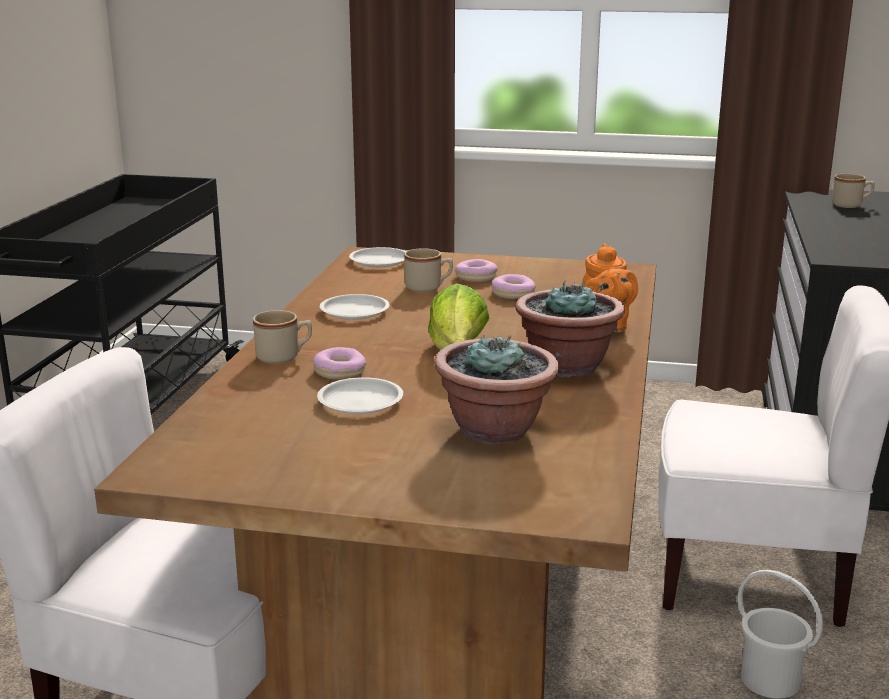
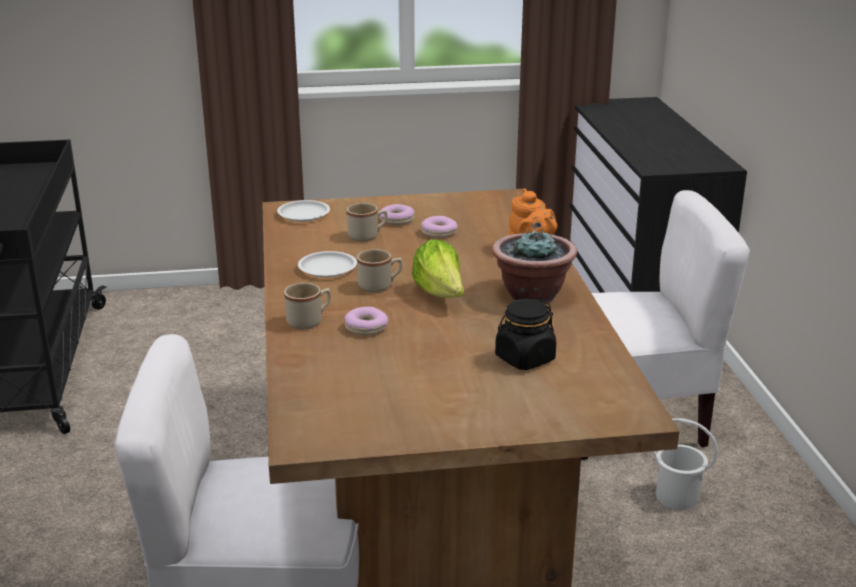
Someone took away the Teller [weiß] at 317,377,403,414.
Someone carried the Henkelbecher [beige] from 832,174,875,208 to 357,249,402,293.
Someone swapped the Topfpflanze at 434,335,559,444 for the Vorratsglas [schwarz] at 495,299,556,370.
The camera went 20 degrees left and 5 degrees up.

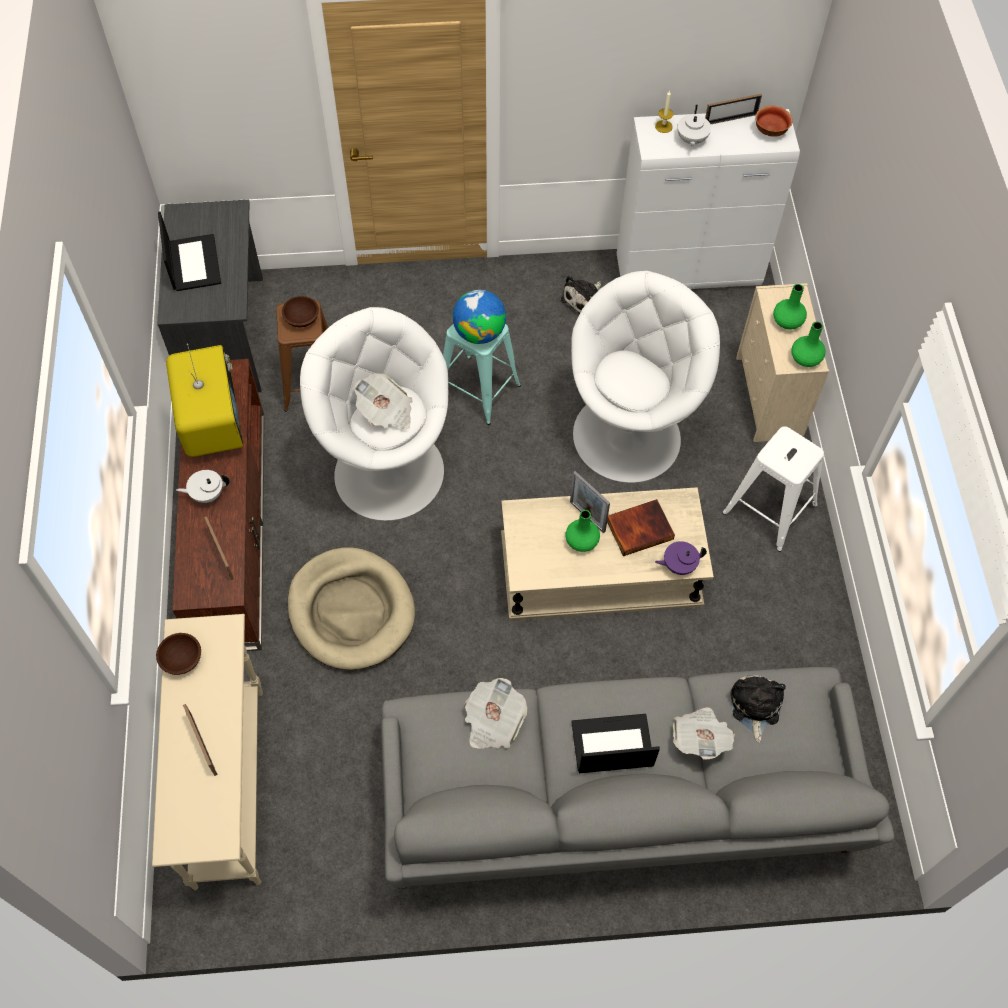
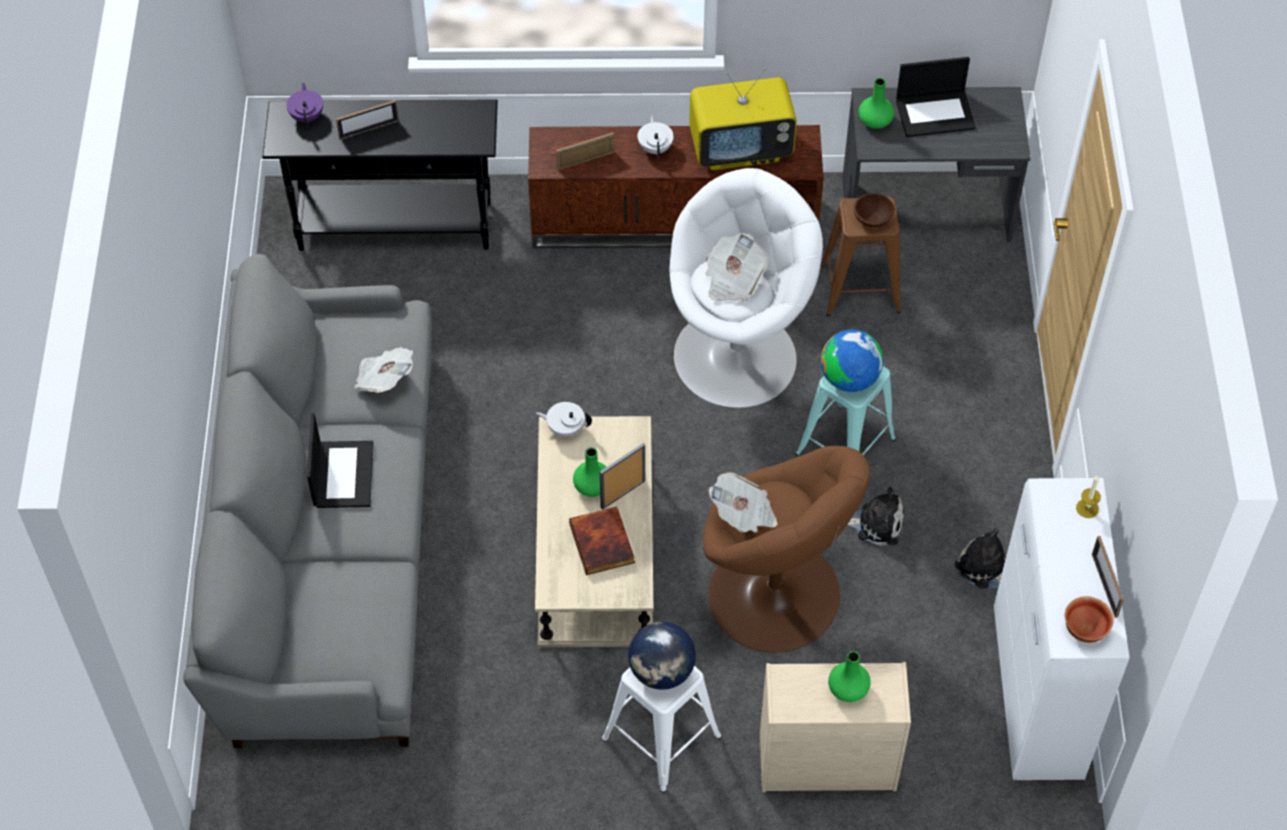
Someone took away the Schüssel [braun] at 156,633,201,675.
Someone took away the Hundebett [beige] at 288,547,415,670.
Someone put down the Globus at 628,622,696,690.
Someone carried the Teekanne [lila] from 655,541,707,575 to 286,83,323,125.
Someone carried the Zeitung from 673,707,735,760 to 709,472,778,533.
Someone carried the Teekanne [weiß] from 677,105,711,146 to 536,402,592,437.
Someone carried the Plüschtier from 730,675,786,743 to 847,487,904,546.
Someone carried the Vase [grün] from 791,322,826,367 to 859,78,894,129.
Someone repainted the Konsolentisch [beige] at 152,614,263,890, which became the Konsolentisch [schwarz] at 262,99,498,251.
Someone repainted the Sessel [weiß] at 571,271,720,483, which became the Sessel [braun] at 703,446,870,653.
The camera went 95 degrees right and 5 degrees down.

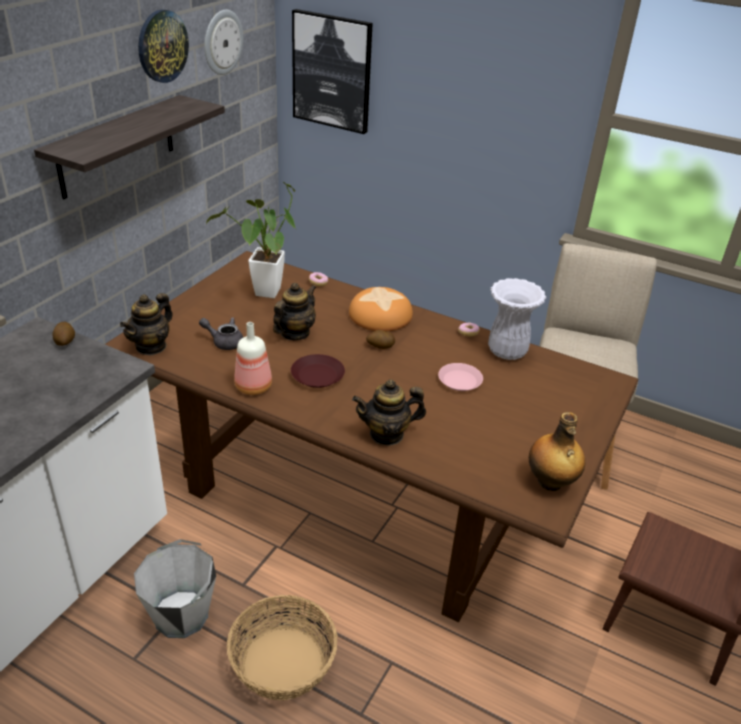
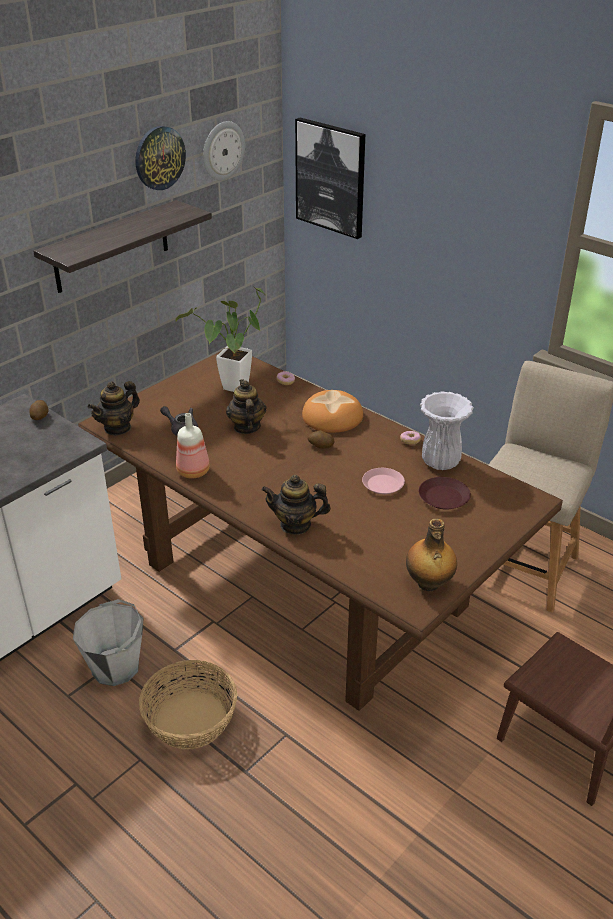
Someone carried the Teller [braun] from 291,354,345,388 to 419,477,471,510.
Someone rotated the Teekanne at 273,283,316,340 by 60 degrees counterclockwise.
The camera went 15 degrees right and 0 degrees up.

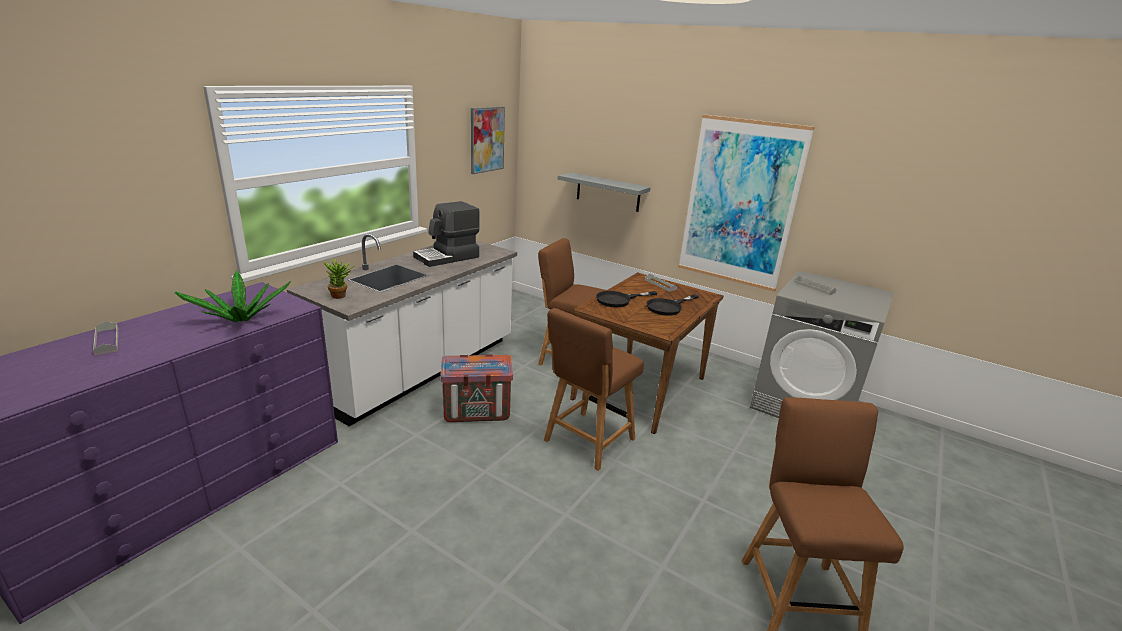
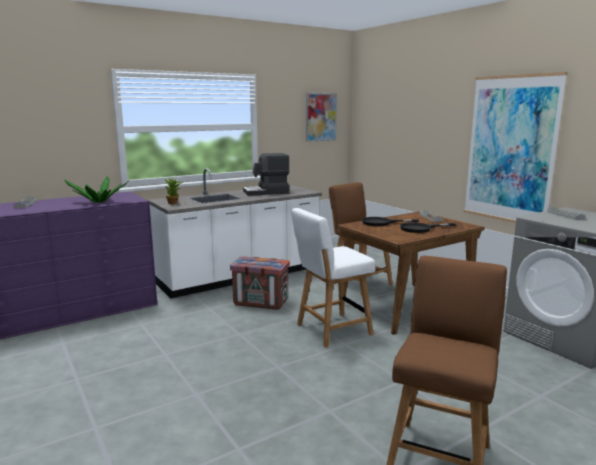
Someone took away the Wandregal [grau] at 558,172,651,212.
Someone repainted the Stuhl [braun] at 544,308,644,471, which became the Stuhl [weiß] at 291,208,375,348.
The camera went 25 degrees right and 10 degrees down.

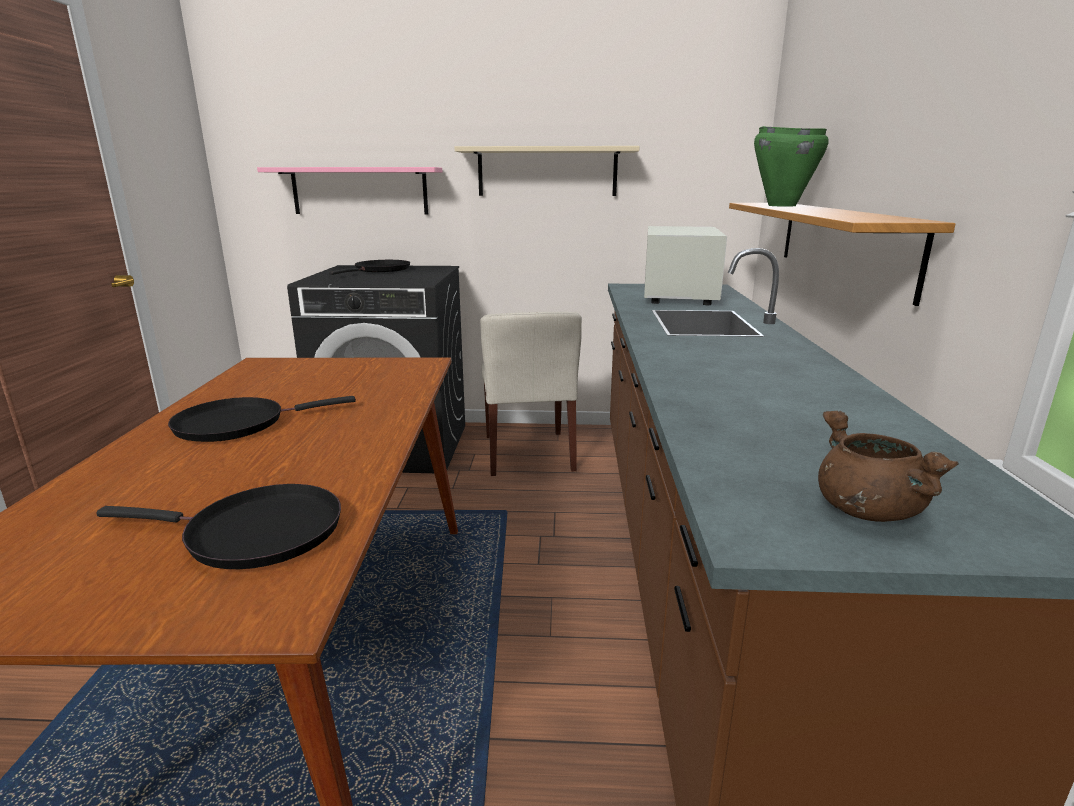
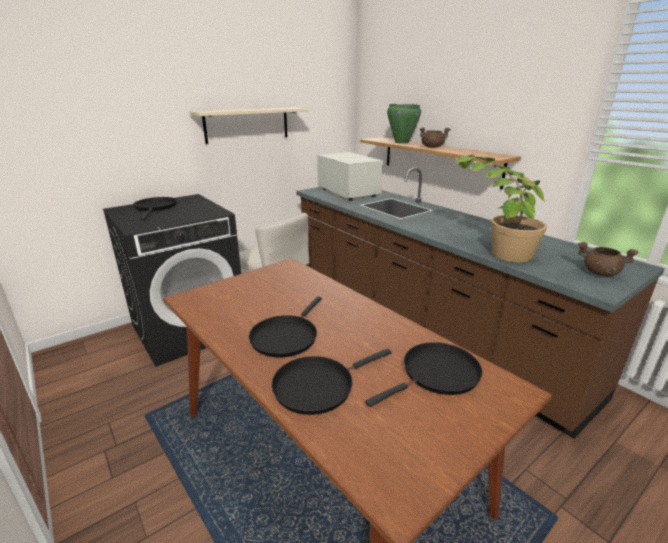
Someone took away the Wandregal [rosa] at 257,167,442,214.
Someone put down the Pfanne [schwarz] at 272,349,392,415.
Someone put down the Kochtopf [braun] at 420,127,451,148.
Someone put down the Topfpflanze at 454,155,547,263.
The camera went 40 degrees left and 5 degrees up.

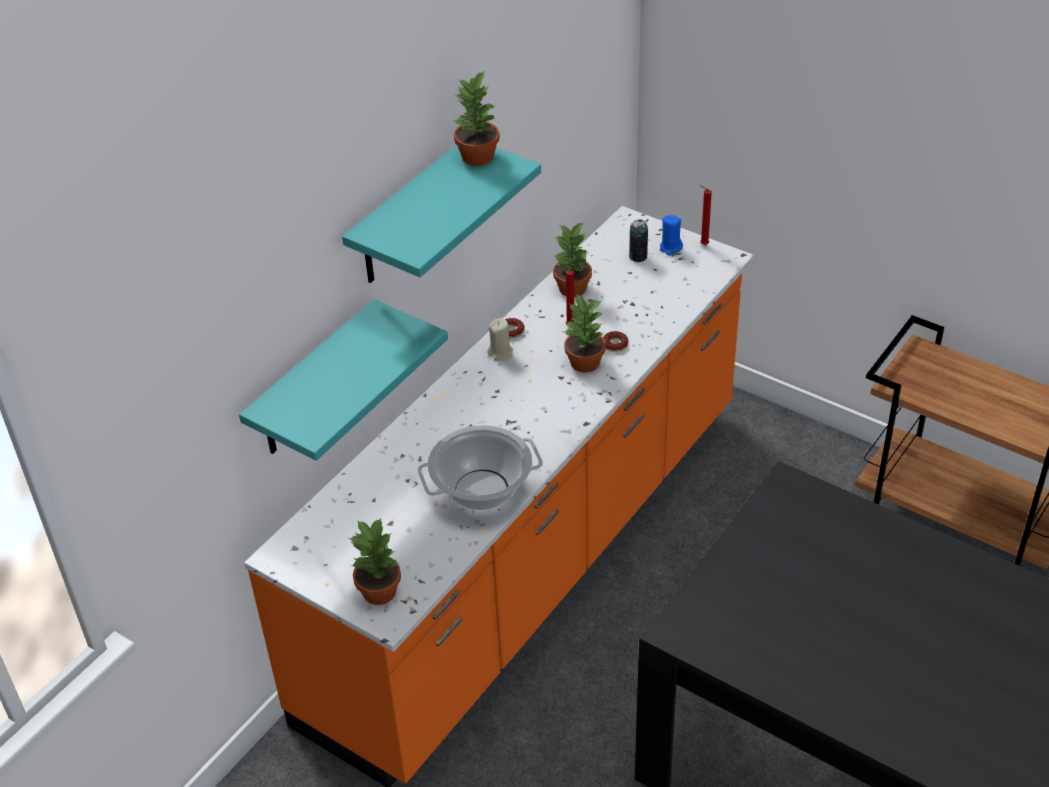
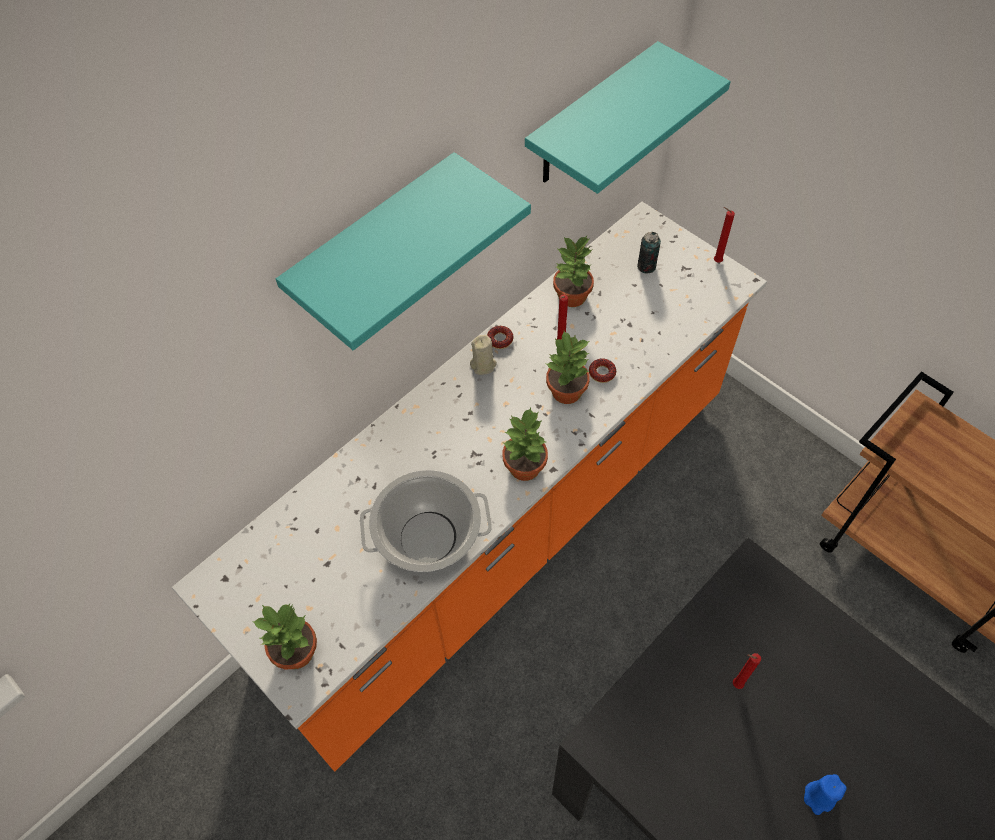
Someone put down the Kerze [rot] at 733,653,761,689.
Someone carried the Wandregal [türkis] from 239,299,448,461 to 525,41,731,194.
Someone carried the Topfpflanze from 453,70,500,166 to 502,408,548,481.
Someone carried the Kerze [blau] from 660,215,683,255 to 804,774,847,815.
The camera went 10 degrees right and 15 degrees up.

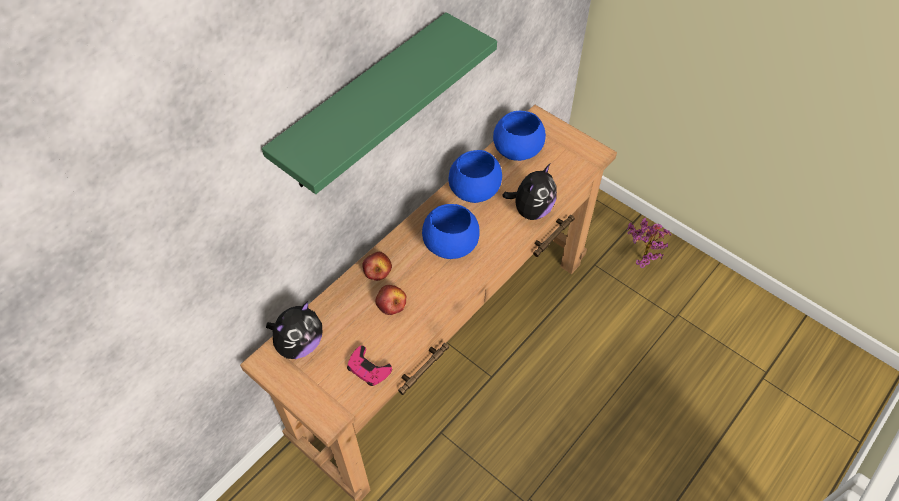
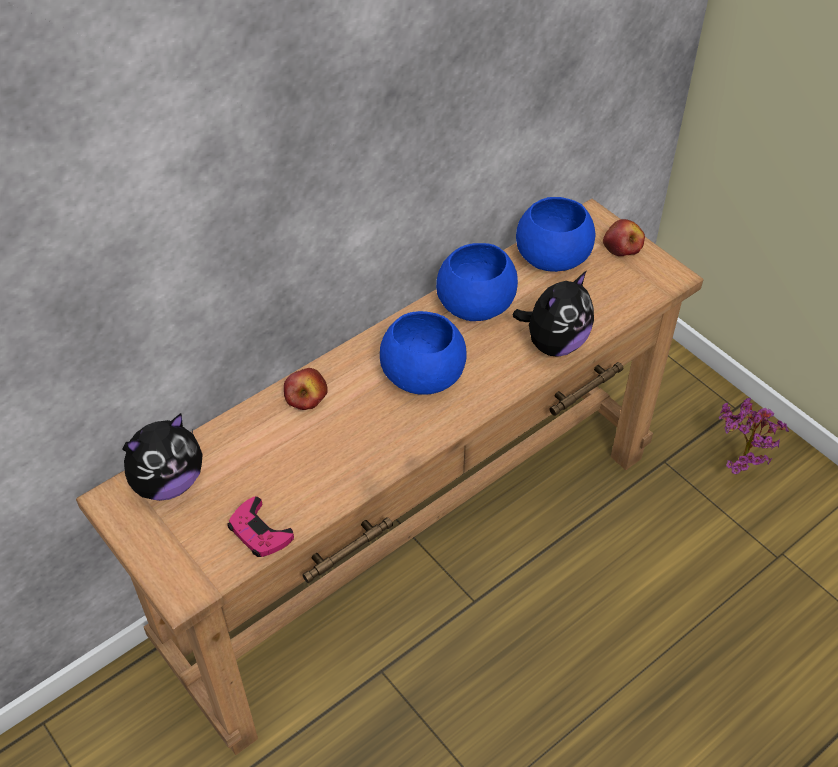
Someone took away the Wandregal [grün] at 262,12,497,194.
Someone carried the Apfel from 375,285,406,315 to 603,219,645,256.
The camera went 10 degrees right and 5 degrees down.

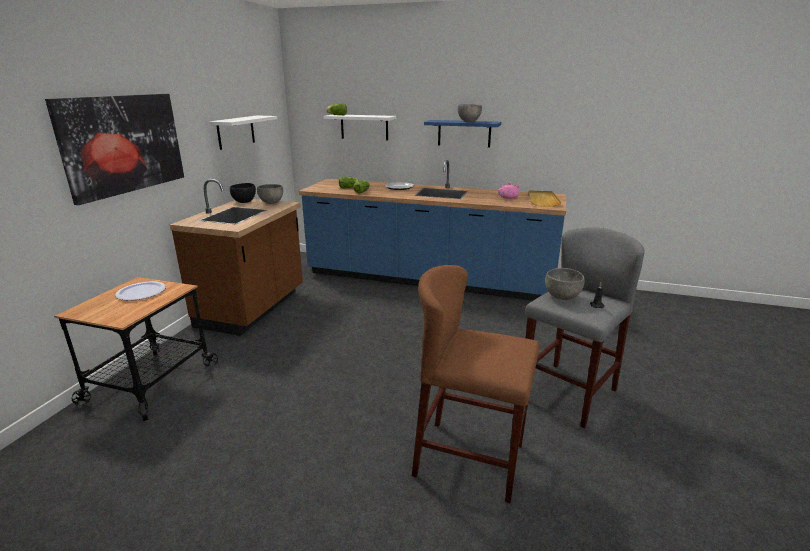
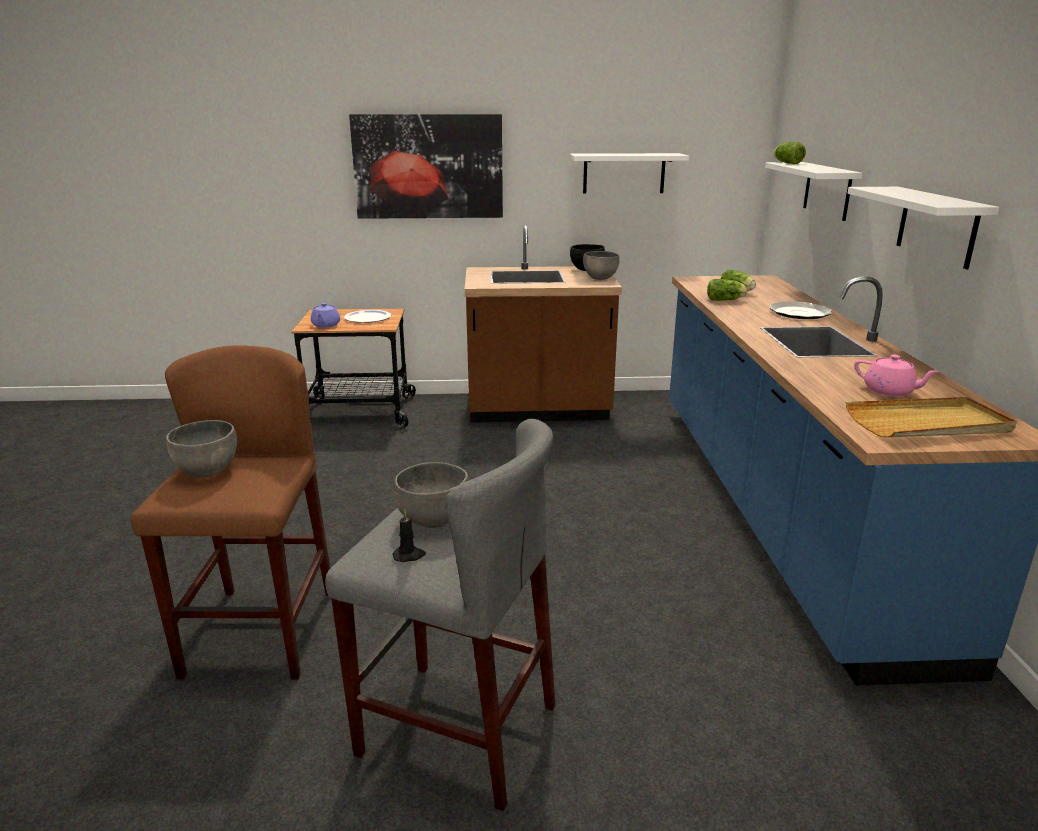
Someone put down the Teekanne [lila] at 311,303,340,328.
Someone carried the Schüssel [grau] from 458,104,482,122 to 166,420,237,477.
Someone repainted the Wandregal [blau] at 424,120,501,148, which became the Wandregal [weiß] at 848,187,999,269.
The camera went 70 degrees right and 0 degrees up.

